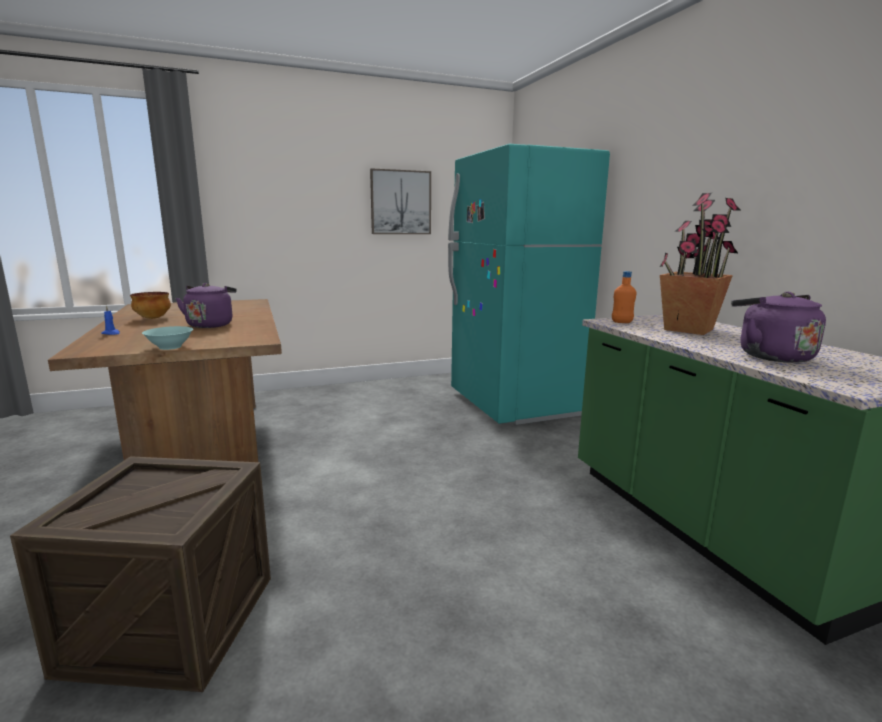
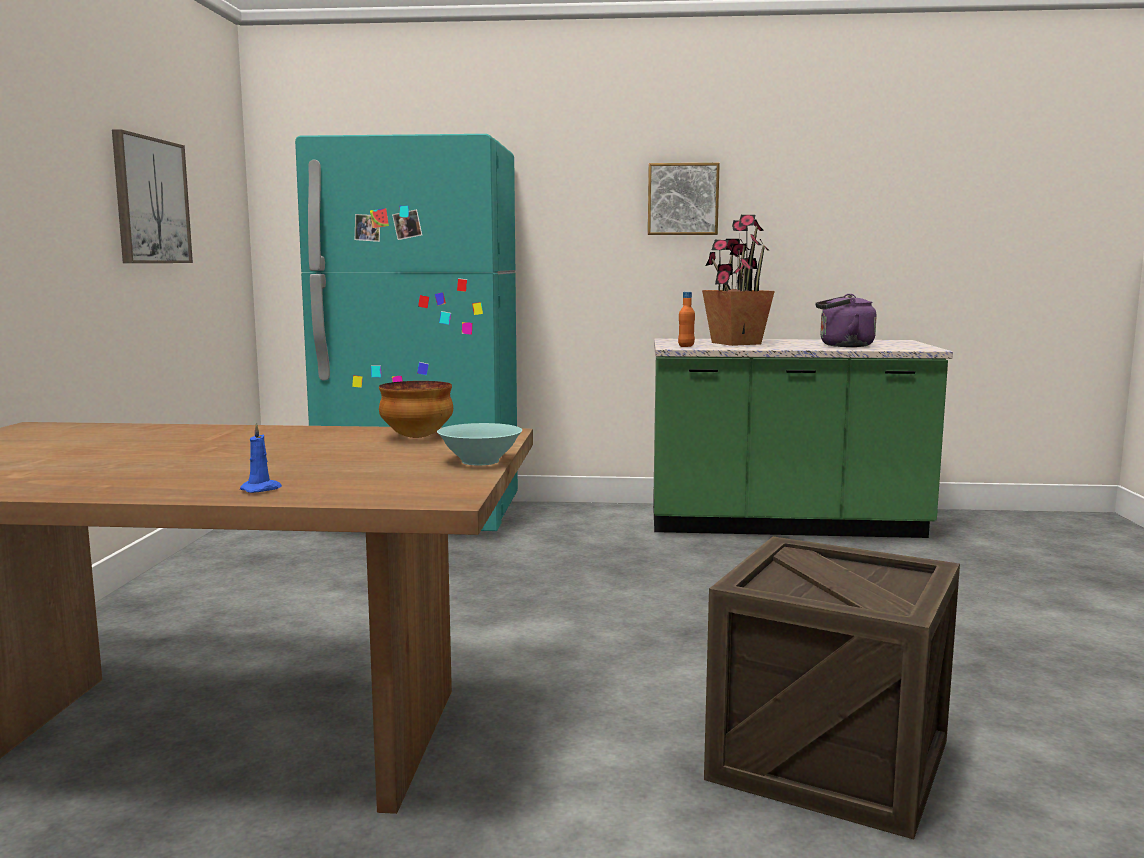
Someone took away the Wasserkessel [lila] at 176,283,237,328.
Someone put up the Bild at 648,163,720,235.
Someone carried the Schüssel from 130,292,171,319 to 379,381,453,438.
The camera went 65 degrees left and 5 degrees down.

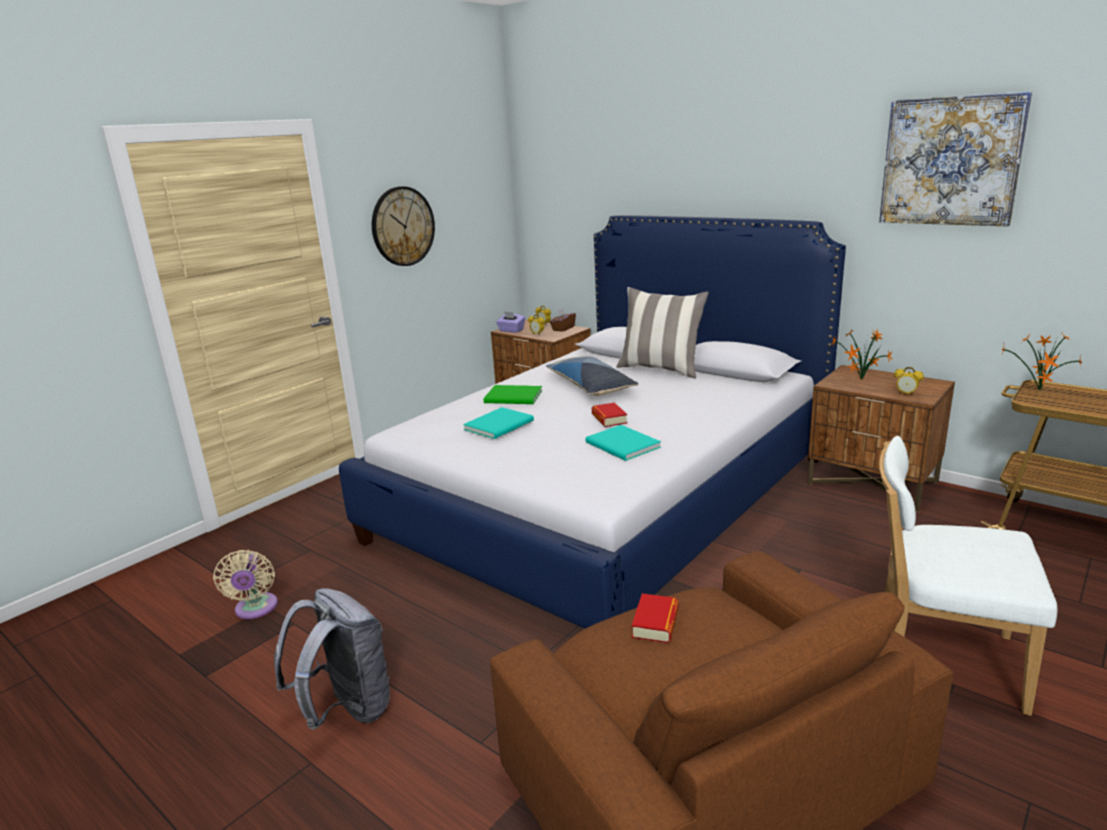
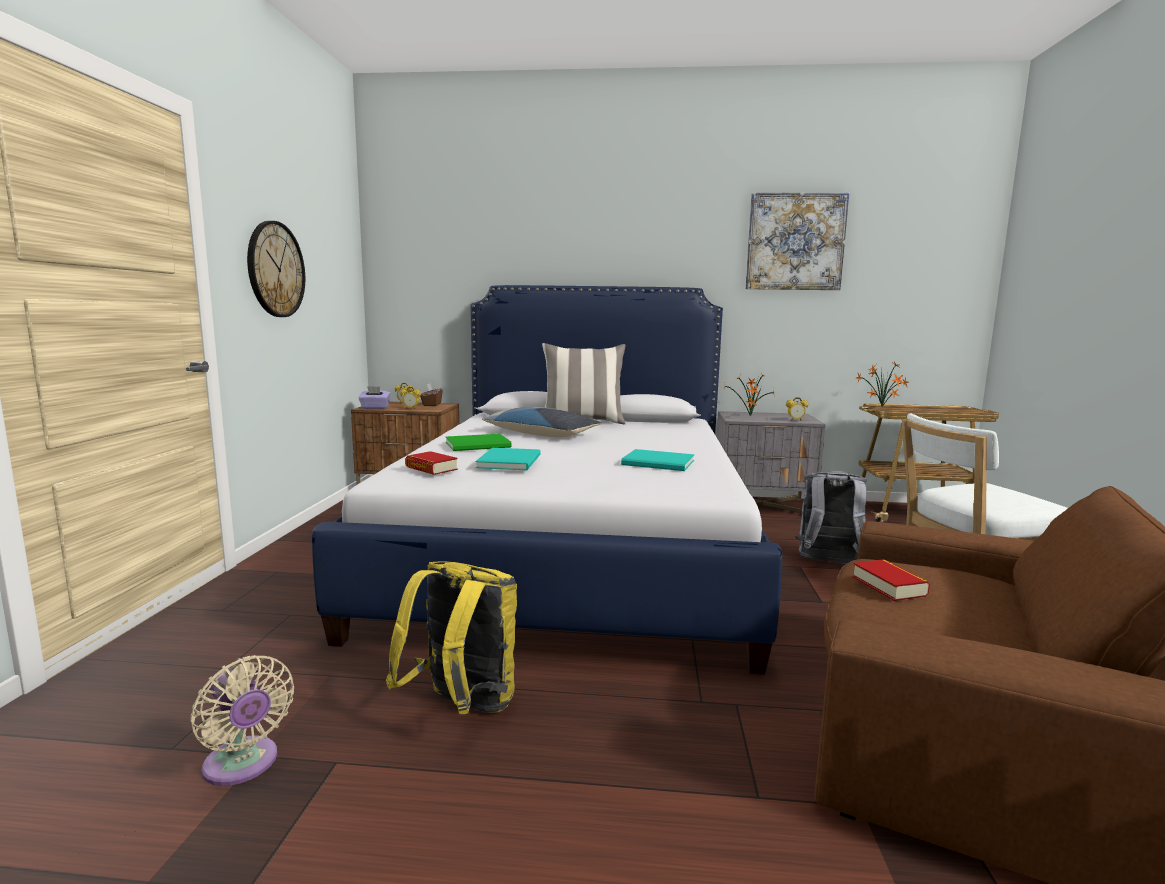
Someone put down the Rucksack [gelb] at 386,561,517,714.
Someone carried the Rucksack [grau] from 274,588,390,730 to 795,471,867,564.
Someone carried the Buch from 592,403,627,427 to 405,451,458,475.
Someone repainted the Nachttisch [braun] at 808,365,955,512, which became the Nachttisch [grau] at 717,411,825,513.
The camera went 35 degrees left and 10 degrees down.

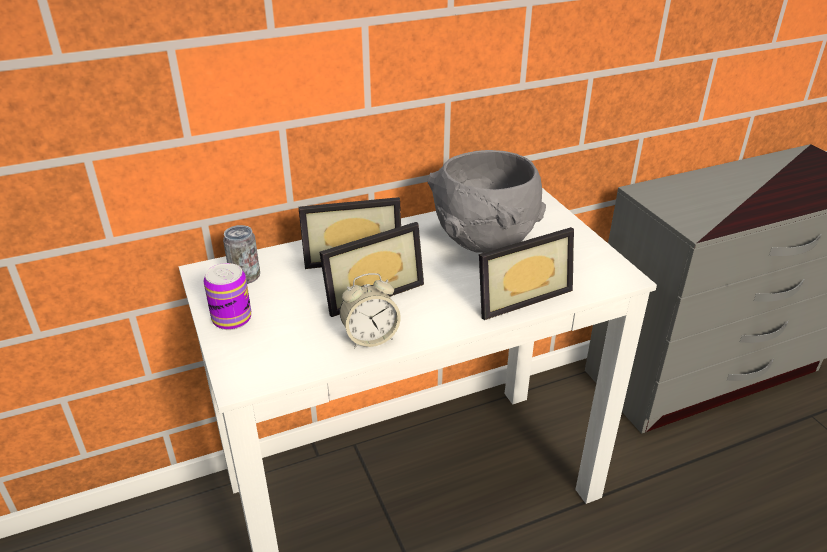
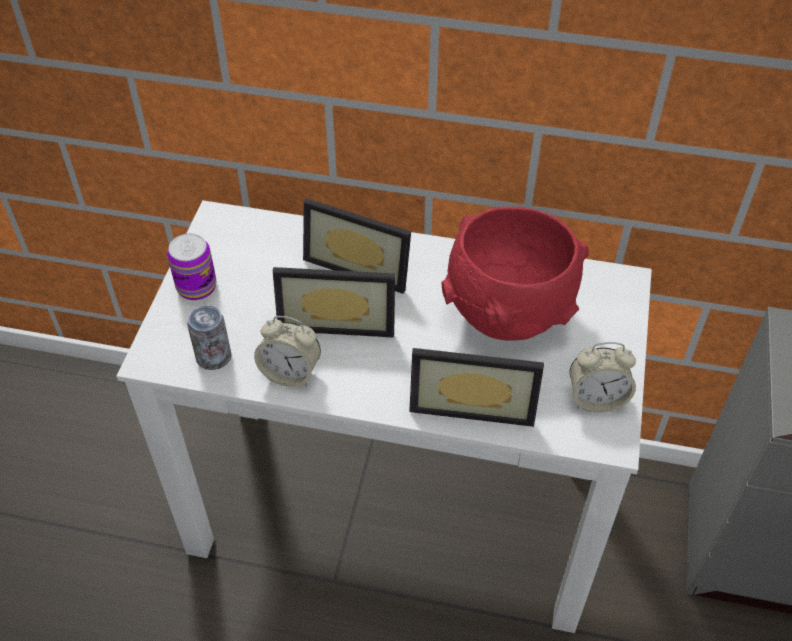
Someone put down the Wecker at 570,342,636,413.
Someone carried the Dose from 223,225,260,284 to 187,305,232,370.
Someone repainted the Schüssel [grau] at 427,150,546,253, which became the Schüssel [rot] at 442,207,589,341.
The camera went 35 degrees right and 15 degrees up.

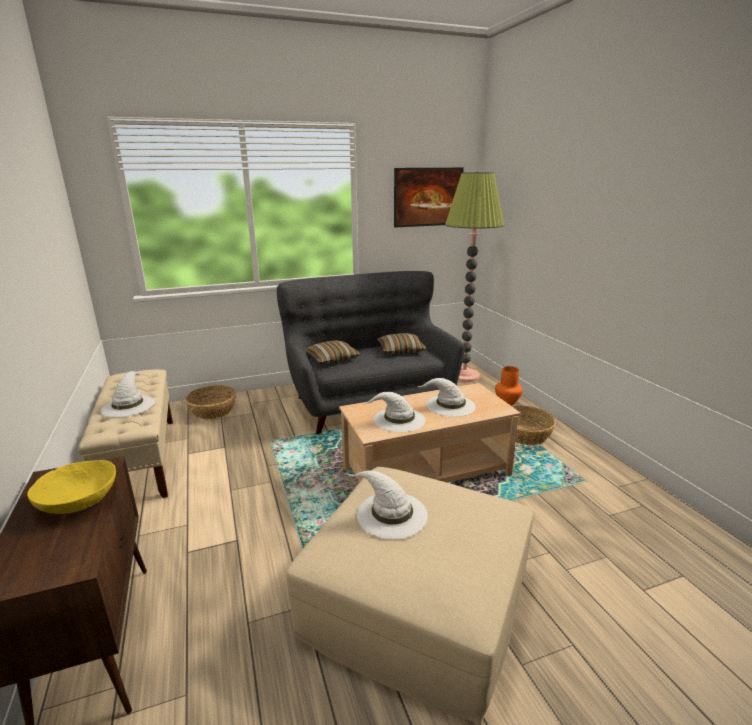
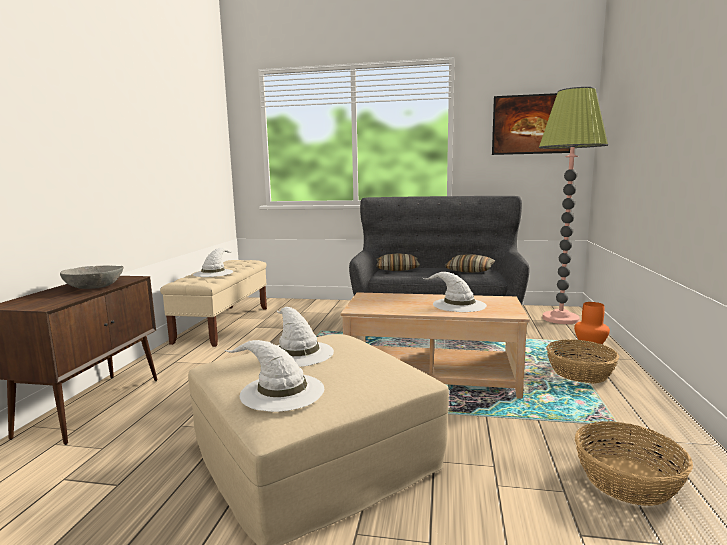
Someone carried the Korb from 185,385,236,419 to 575,421,693,506.
Someone carried the Hut [weiß] from 362,392,425,432 to 225,340,324,412.
Someone repainted the Schüssel [gelb] at 27,460,116,514, which became the Schüssel [grau] at 60,265,124,289.
The camera went 30 degrees right and 10 degrees down.

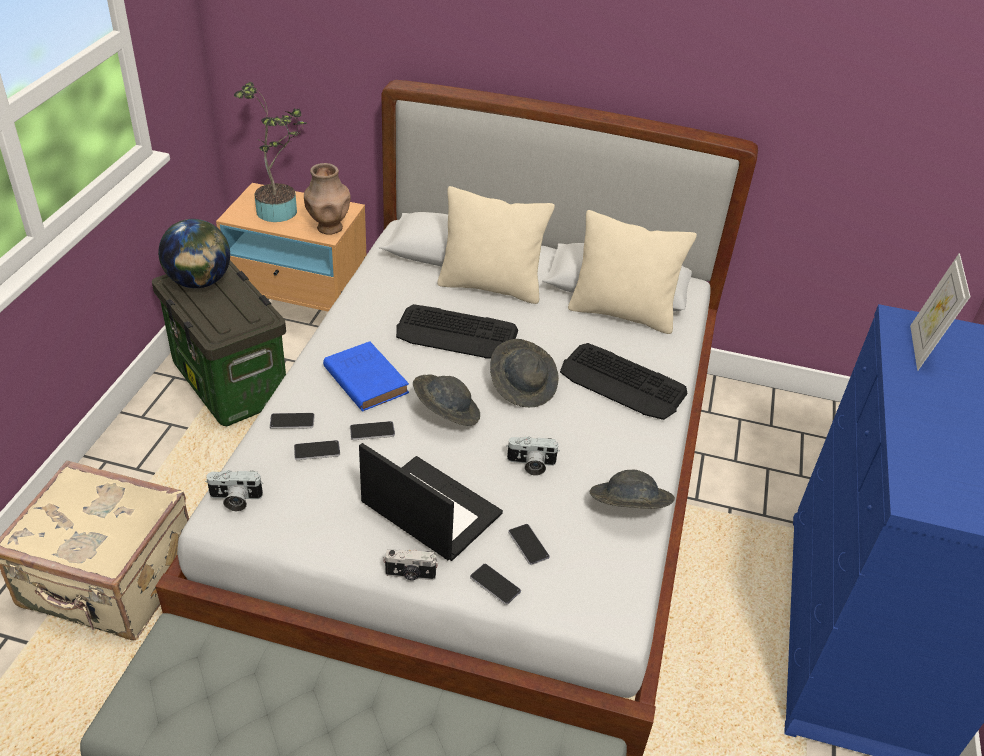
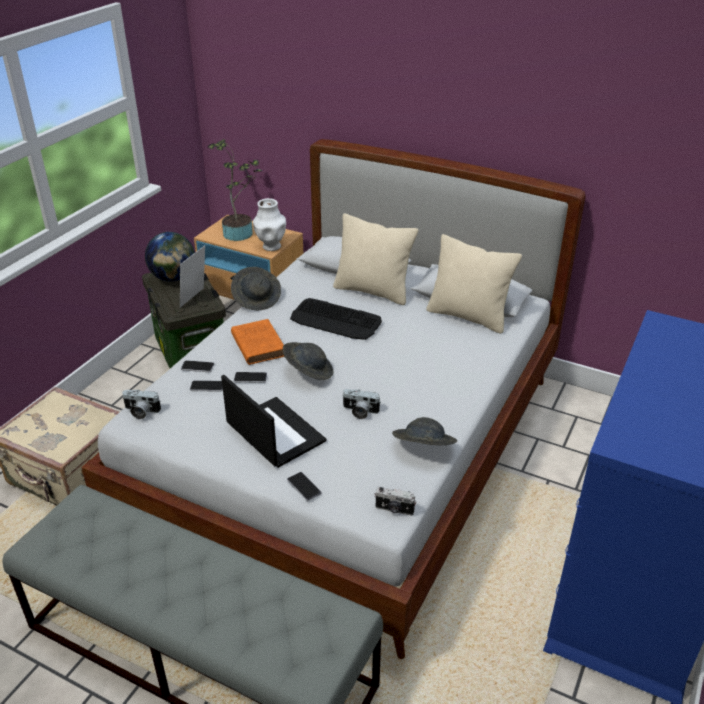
Someone took away the Handy at 508,524,550,565.
Someone took away the Tastatur at 560,343,687,420.
Someone carried the Kamera from 383,549,439,580 to 375,487,416,516.
Someone carried the Hut [grau] from 490,339,559,407 to 231,267,281,310.
Someone carried the Bilderrahmen from 910,253,970,370 to 180,246,205,308.
Someone repainted the Vase [braun] at 304,163,351,235, which became the Vase [weiß] at 253,198,286,251.
Someone repainted the Buch [blau] at 323,341,409,411, which became the Buch [orange] at 231,319,284,365.
The camera went 15 degrees right and 5 degrees down.

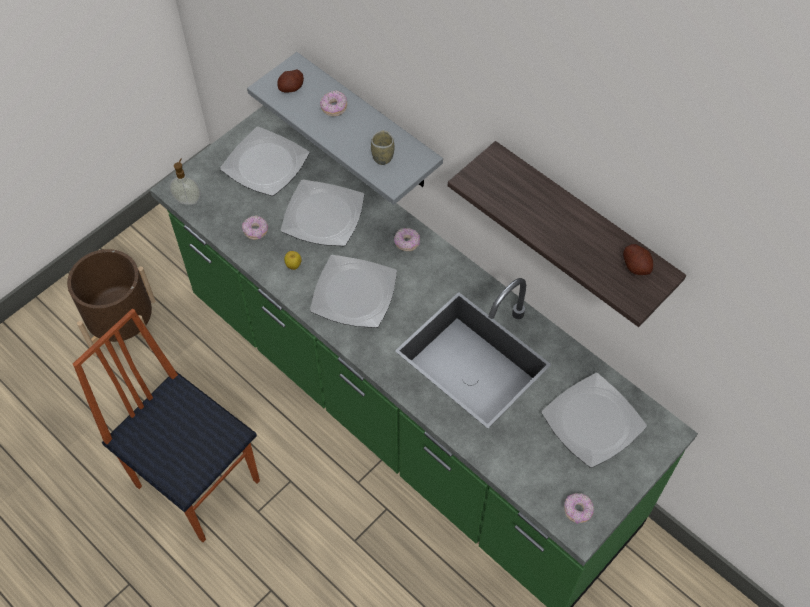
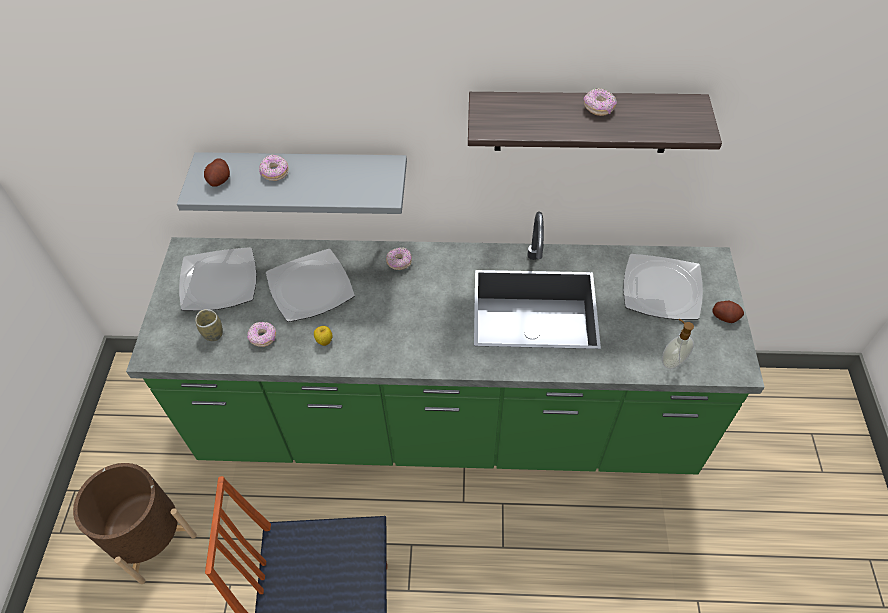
Someone took away the Teller at 310,255,397,328.
Someone carried the Seifenspender from 169,159,201,205 to 662,319,694,369.
Someone carried the Tasse from 371,130,395,165 to 195,309,223,341.
Someone carried the Donut from 564,493,594,524 to 584,88,617,116.
Someone carried the Kartoffel from 623,244,653,275 to 712,301,744,323.
The camera went 40 degrees left and 5 degrees down.

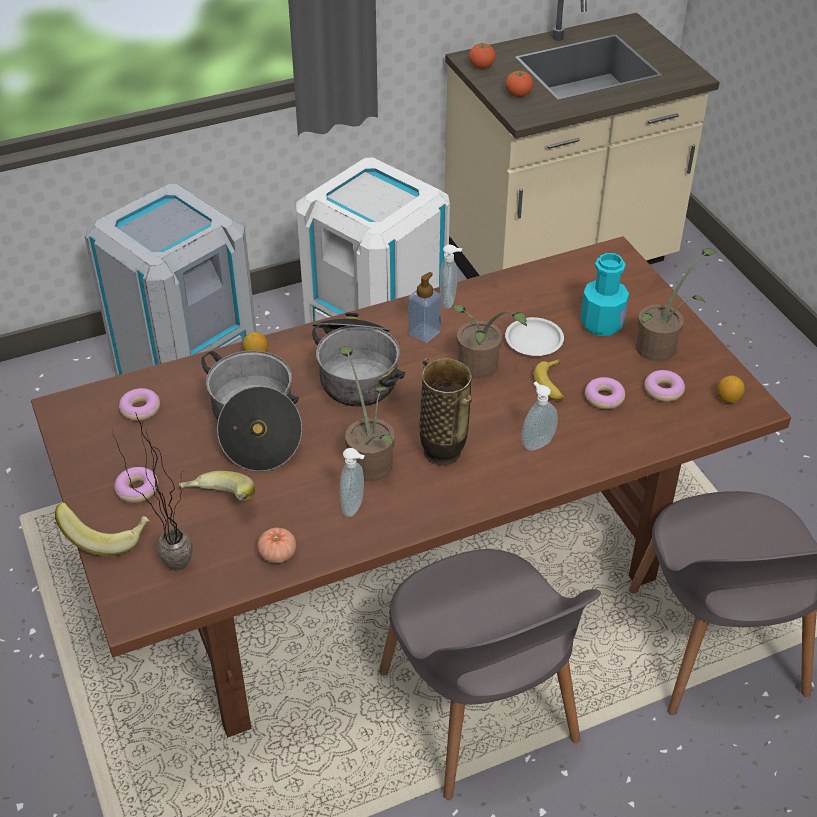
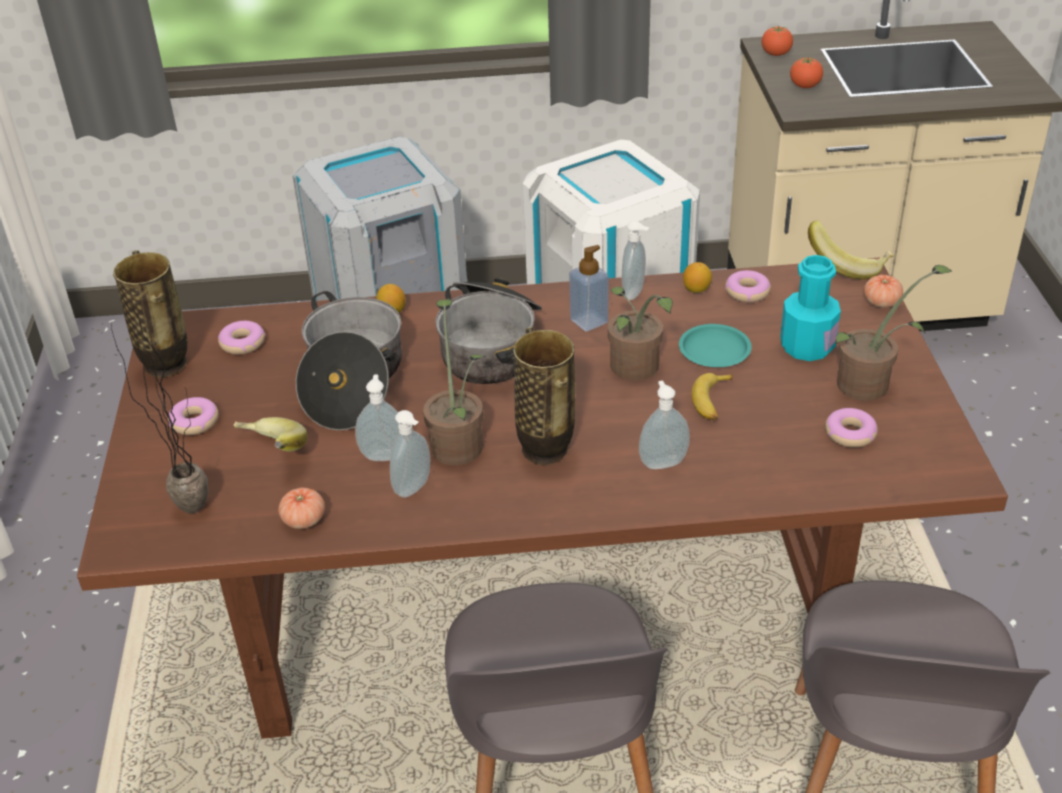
Someone put down the Vase at 113,250,187,378.
Someone put down the Seifenspender at 355,374,399,461.
Someone put down the Tomate at 864,275,903,308.
Someone carried the Banane from 55,503,150,556 to 808,221,894,279.
Someone carried the Donut from 585,377,625,409 to 725,270,771,302.
Someone carried the Zitrone from 717,376,745,403 to 683,262,712,293.
Someone repainted the Teller [weiß] at 505,317,564,356, which became the Teller [türkis] at 679,324,752,367.
The camera went 20 degrees right and 5 degrees down.

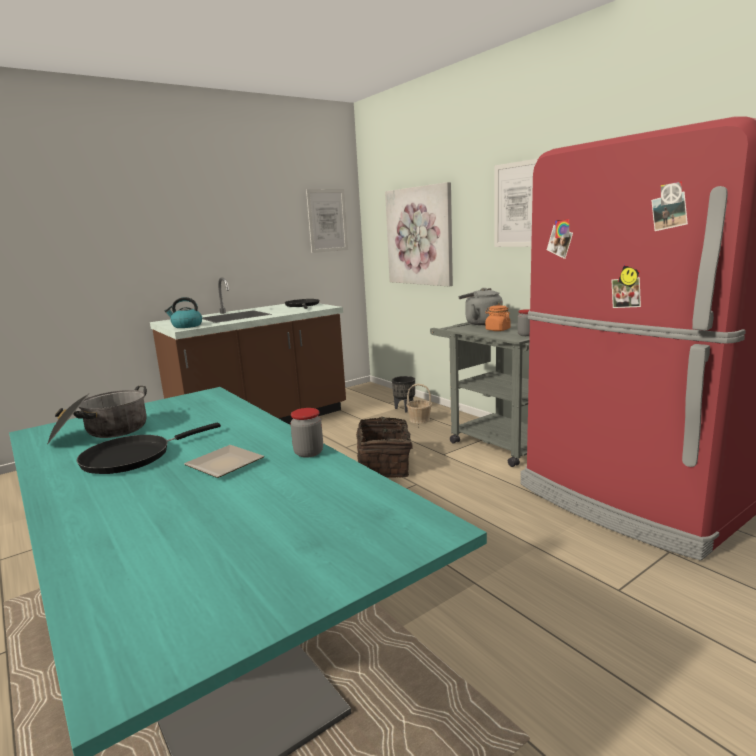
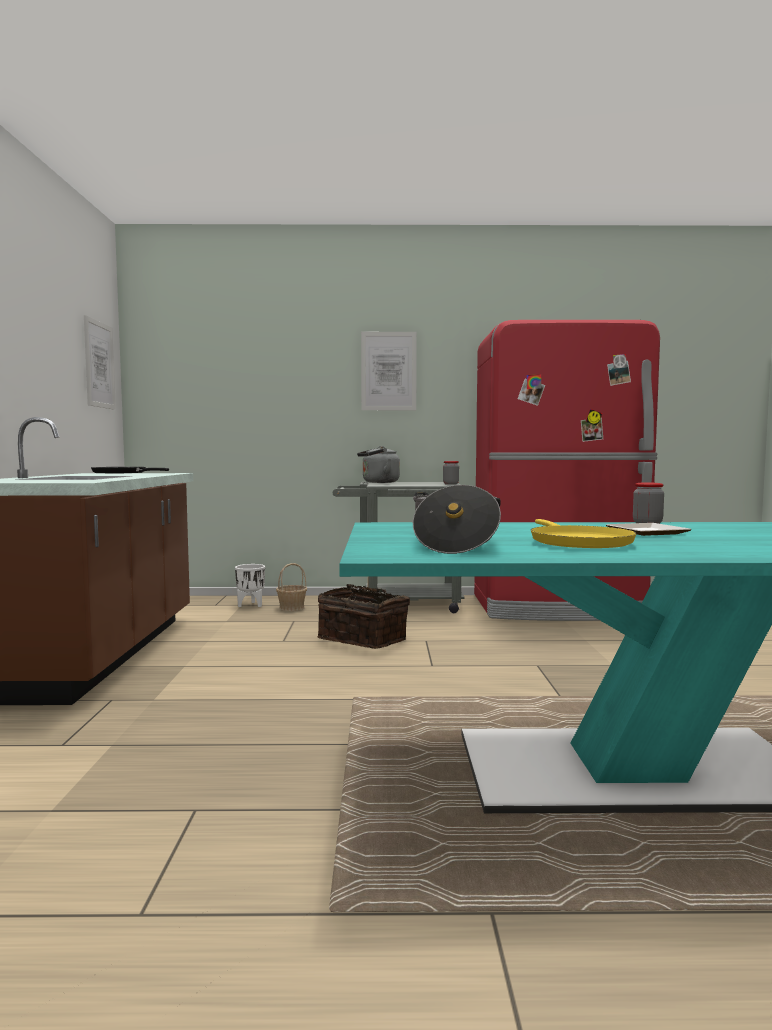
Someone took away the Wasserkessel at 165,297,202,328.
Someone took away the Bild at 385,182,453,287.
Someone took away the Vorratsglas [orange] at 485,306,511,331.
Someone repainted the Pfanne [schwarz] at 77,422,221,474, which became the Pfanne [gelb] at 531,519,636,548.
Someone repainted the Pflanzkübel [schwarz] at 392,376,415,413, which became the Pflanzkübel [weiß] at 235,564,265,607.
The camera went 55 degrees left and 10 degrees down.

